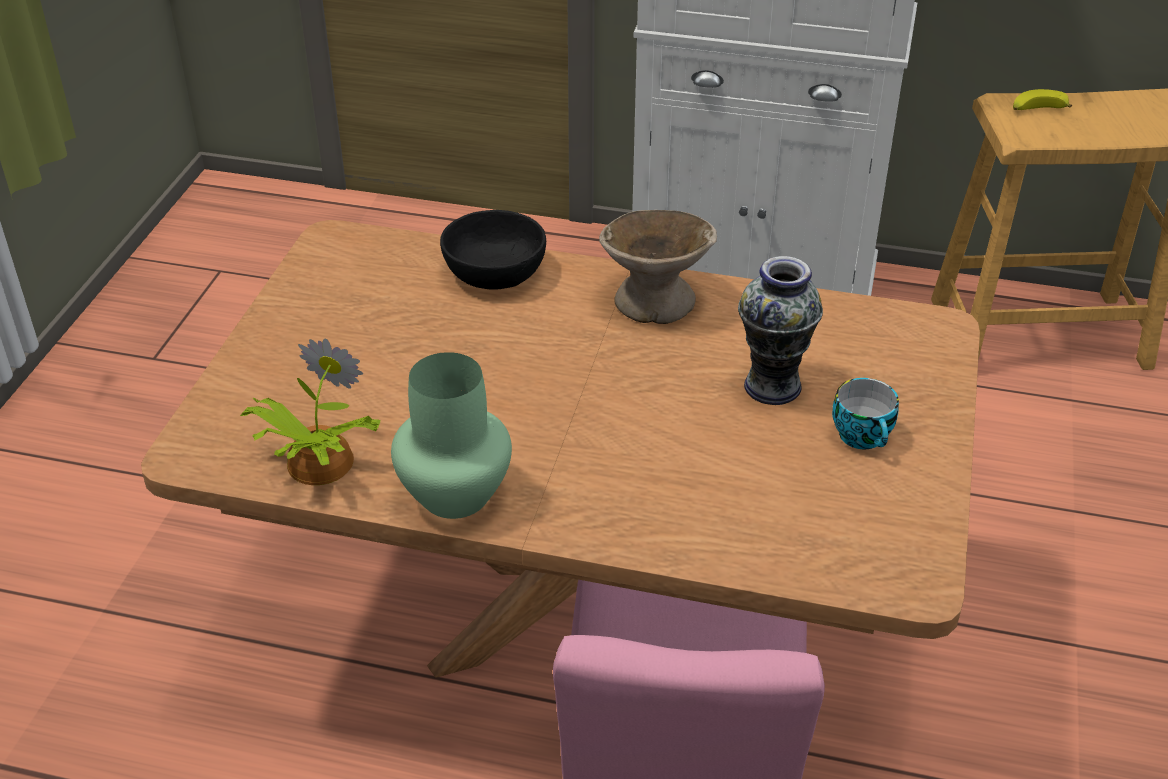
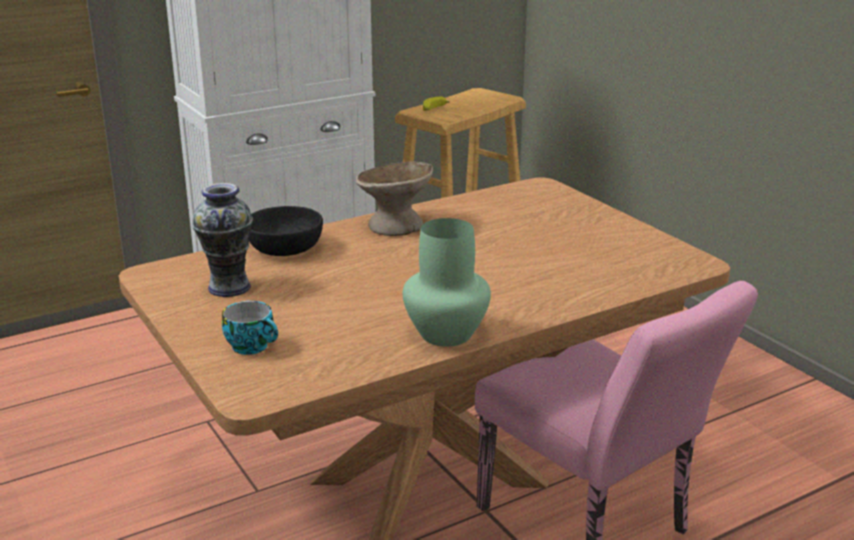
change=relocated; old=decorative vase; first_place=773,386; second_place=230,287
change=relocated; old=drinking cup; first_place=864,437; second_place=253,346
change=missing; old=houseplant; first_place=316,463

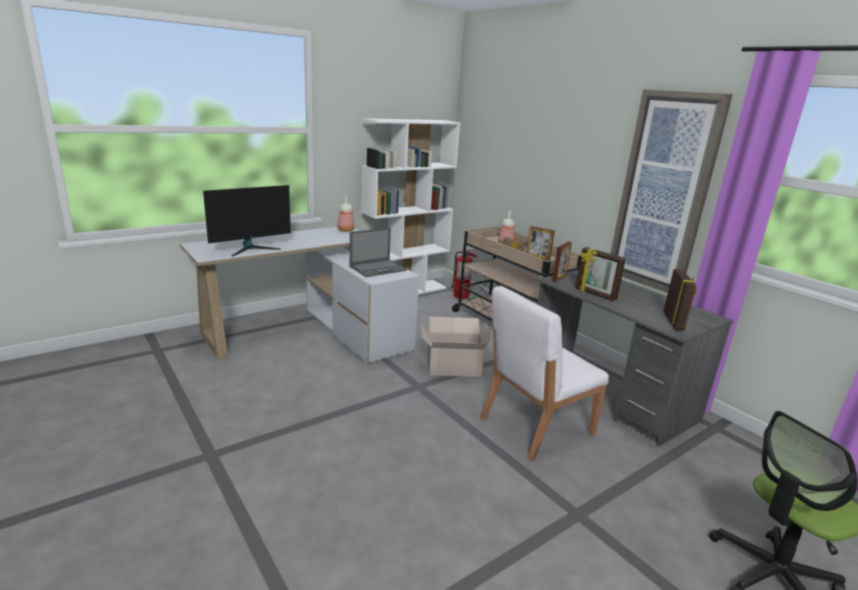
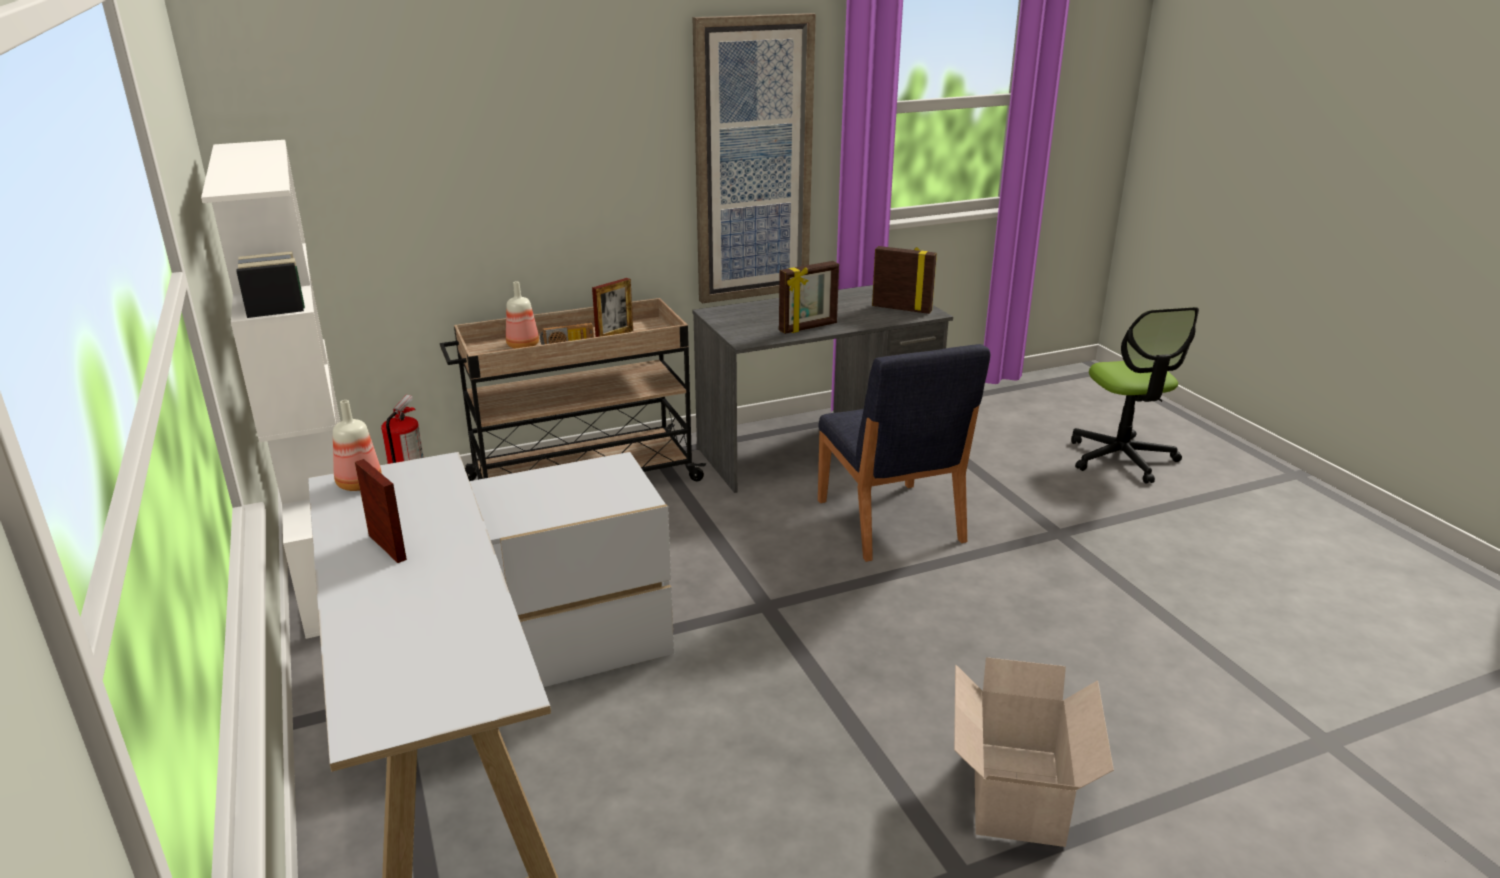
change=relocated; old=photo frame; first_place=559,278; second_place=387,547
change=colour; old=white-coloured plain chair; new=blue plain chair; first_place=535,426; second_place=889,522
change=relocated; old=carton; first_place=451,366; second_place=1016,796
change=missing; old=computer screen; first_place=251,249
change=missing; old=laptop; first_place=378,268

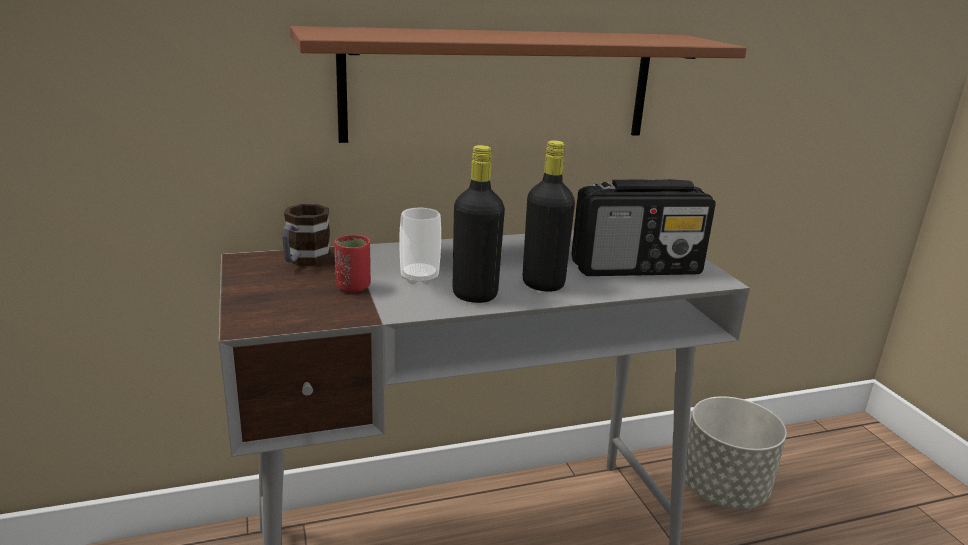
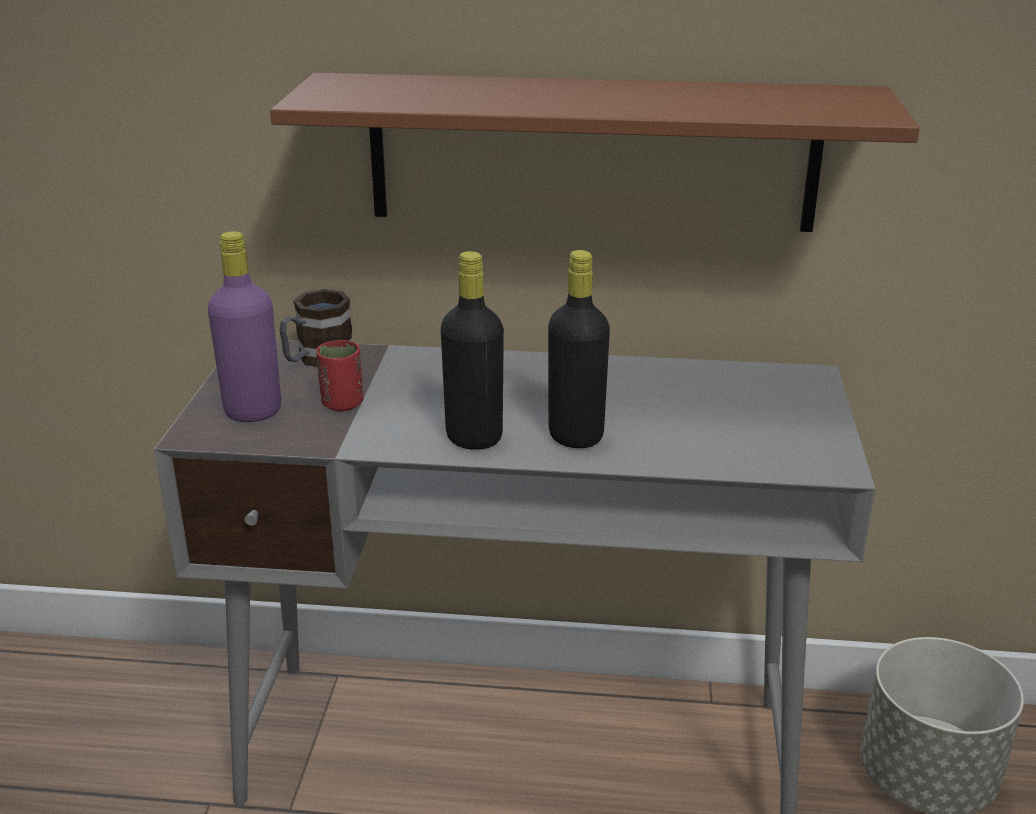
change=appeared; new=purple beverage bottle; second_place=253,412
change=missing; old=drinking cup; first_place=419,278
change=missing; old=radio set; first_place=637,268

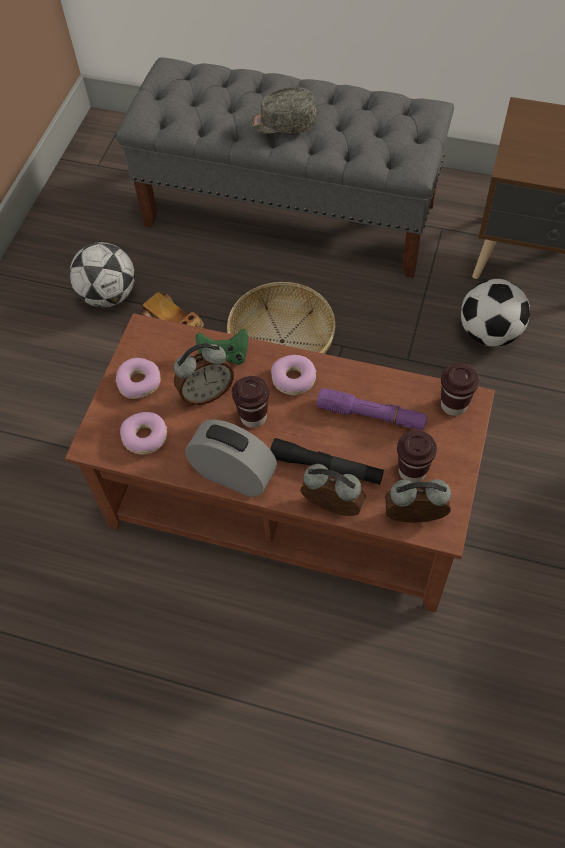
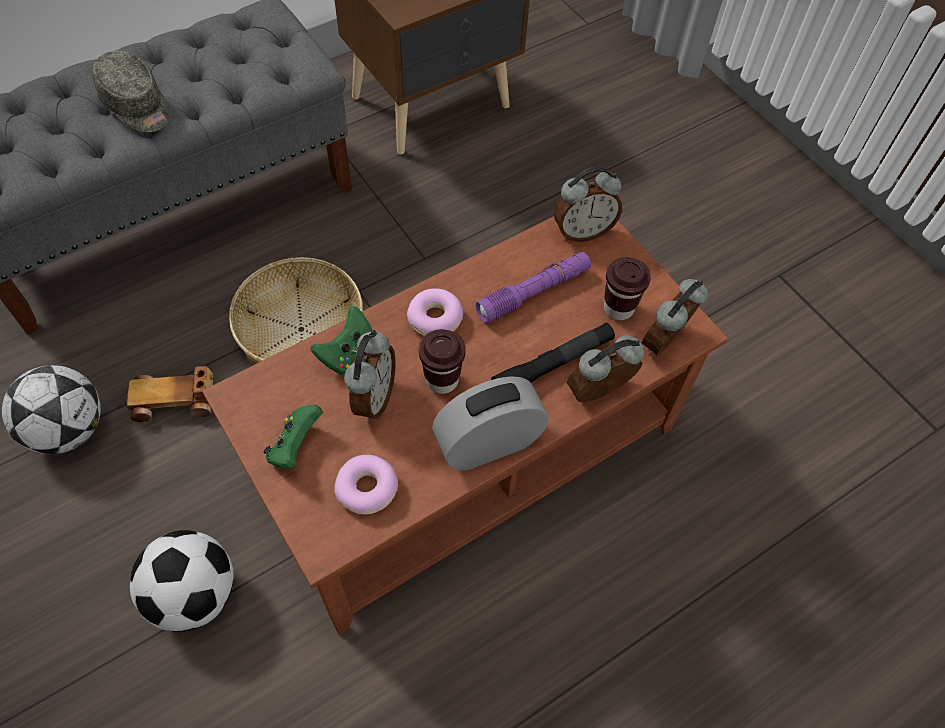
change=spun; old=gray cap; first_place=283,123; second_place=137,106; degrees=-90
change=relocated; old=football; first_place=489,333; second_place=195,594
change=exchanged; old=donut; new=green-coloured game controller; first_place=139,382; second_place=295,446
change=exchanged; old=brownish drinking cup; new=table clock; first_place=453,405; second_place=582,231

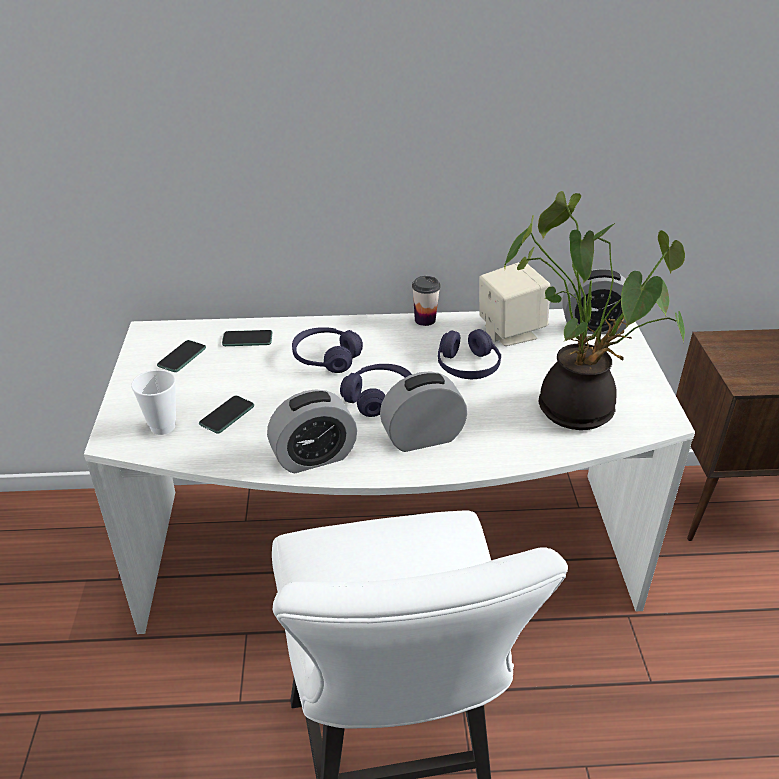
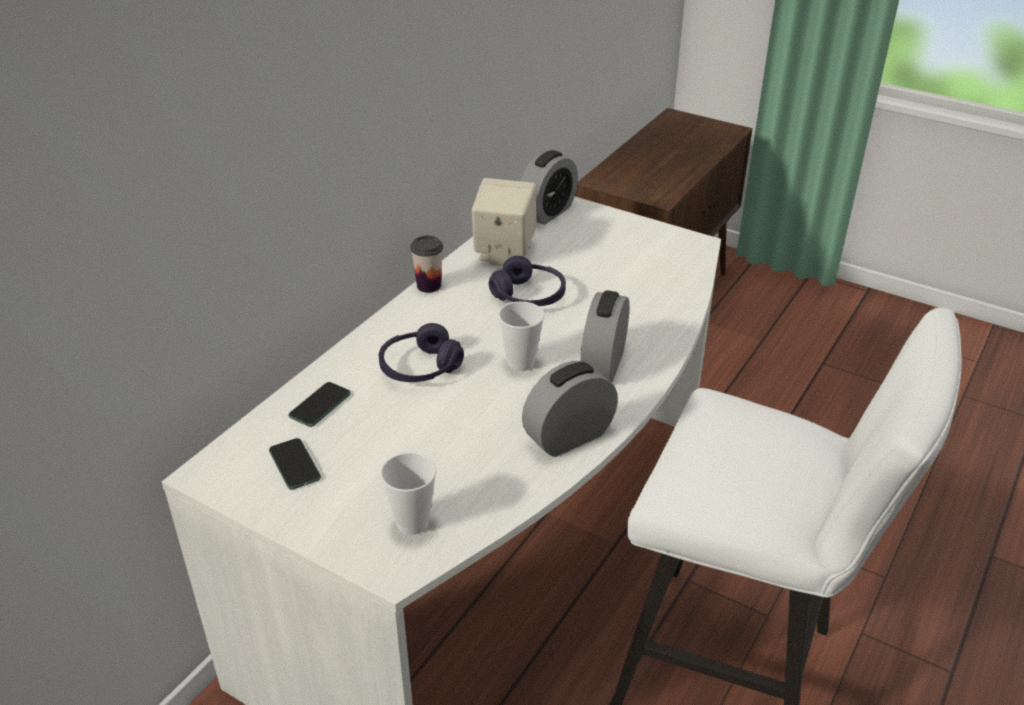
change=exchanged; old=purple headset; new=drinking cup; first_place=379,398; second_place=520,363
change=spun; old=table clock; first_place=314,457; second_place=569,437; degrees=-135
change=missing; old=handset; first_place=227,415
change=missing; old=houseplant; first_place=579,406

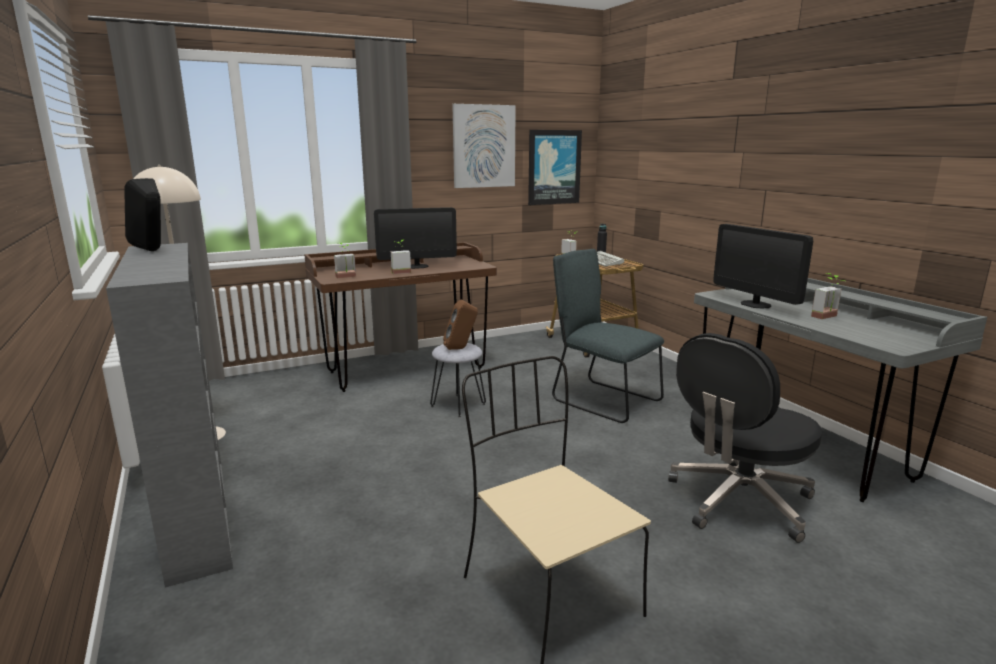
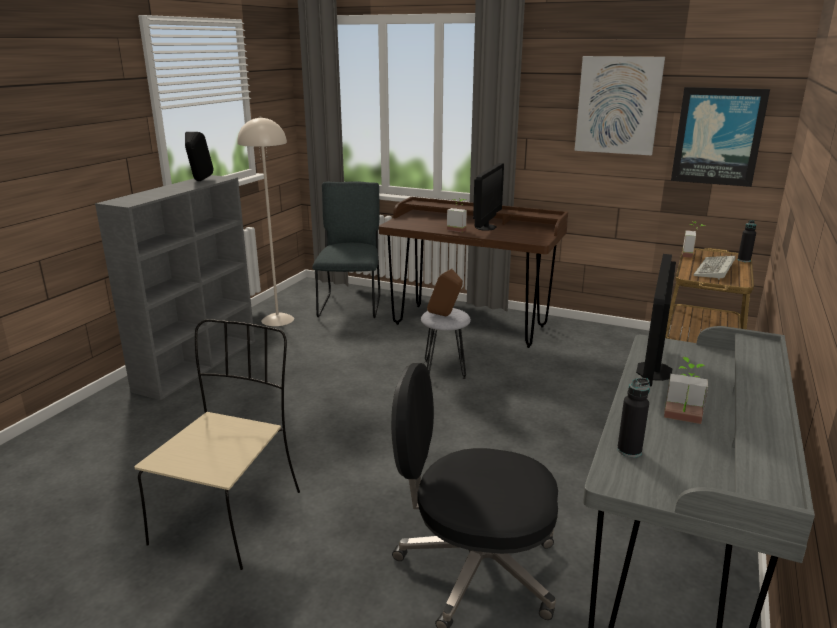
change=relocated; old=gray plain chair; first_place=602,399; second_place=351,304
change=spun; old=computer screen; first_place=417,266; second_place=486,227; degrees=-105
change=appeared; new=black beverage bottle; second_place=629,451
change=missing; old=houseplant; first_place=346,277

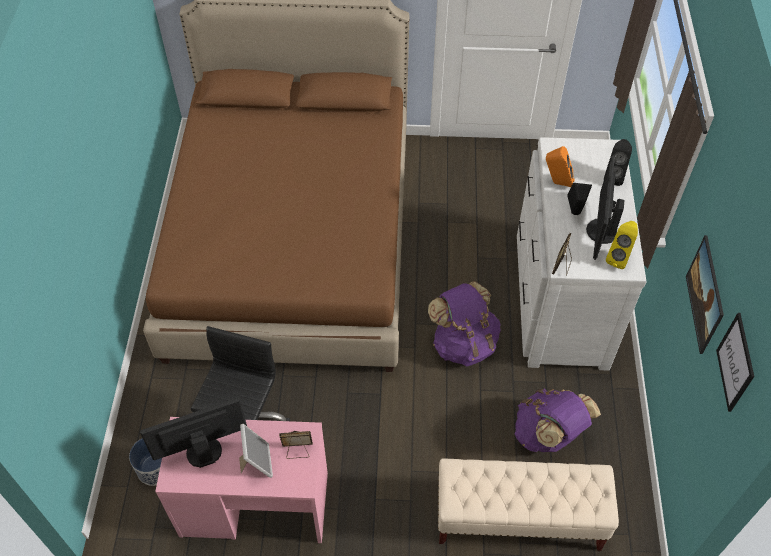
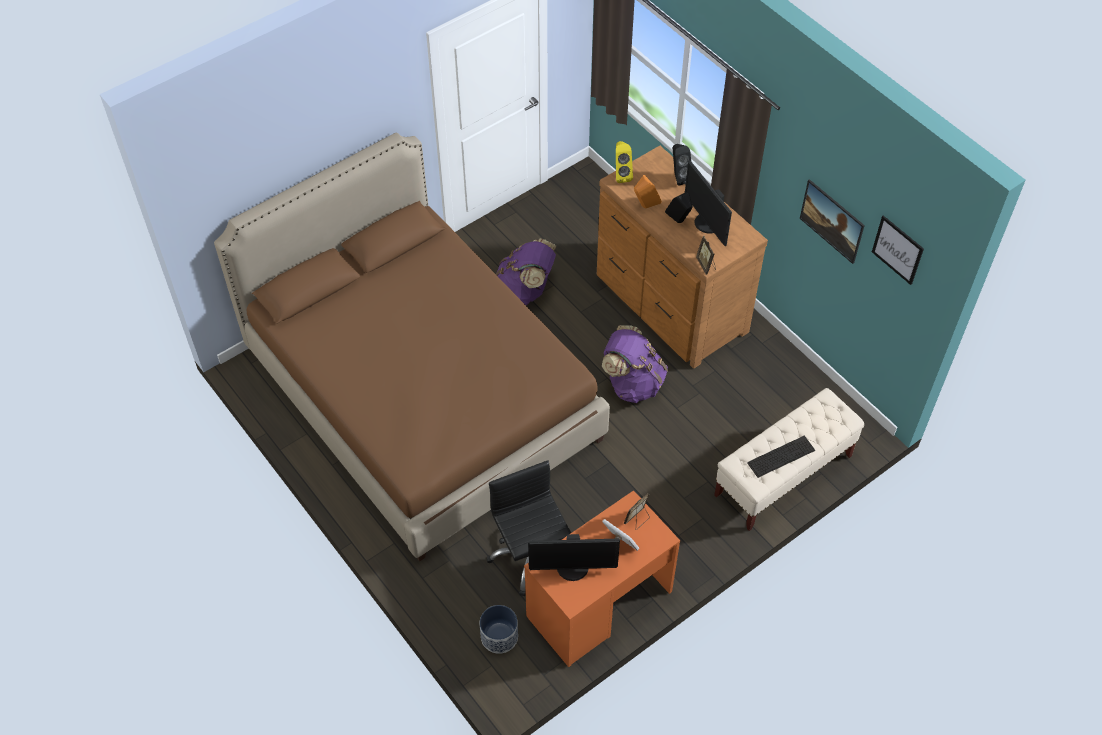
change=relocated; old=purple backpack; first_place=548,435; second_place=526,291
change=colour; old=pink desk; new=orangey desk; first_place=254,505; second_place=599,604
change=spun; old=computer screen; first_place=203,450; second_place=572,568; degrees=-120
change=colour; old=white-coloured drawer chest; new=brownish drawer chest; first_place=559,300; second_place=669,304
change=relocated; old=yellow audio speaker; first_place=619,258; second_place=621,175
change=appeared; new=keyboard; second_place=781,456

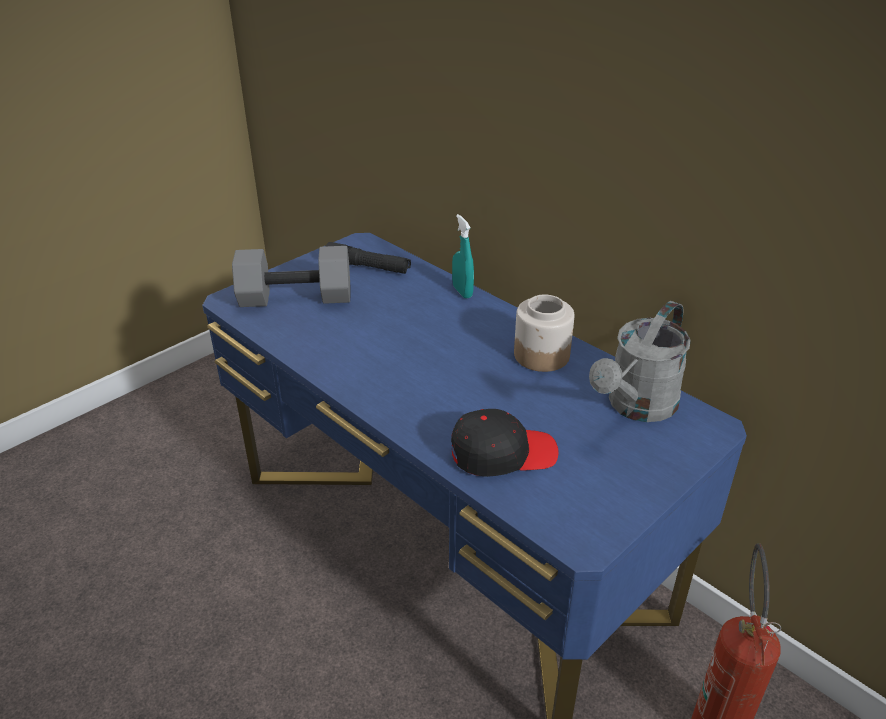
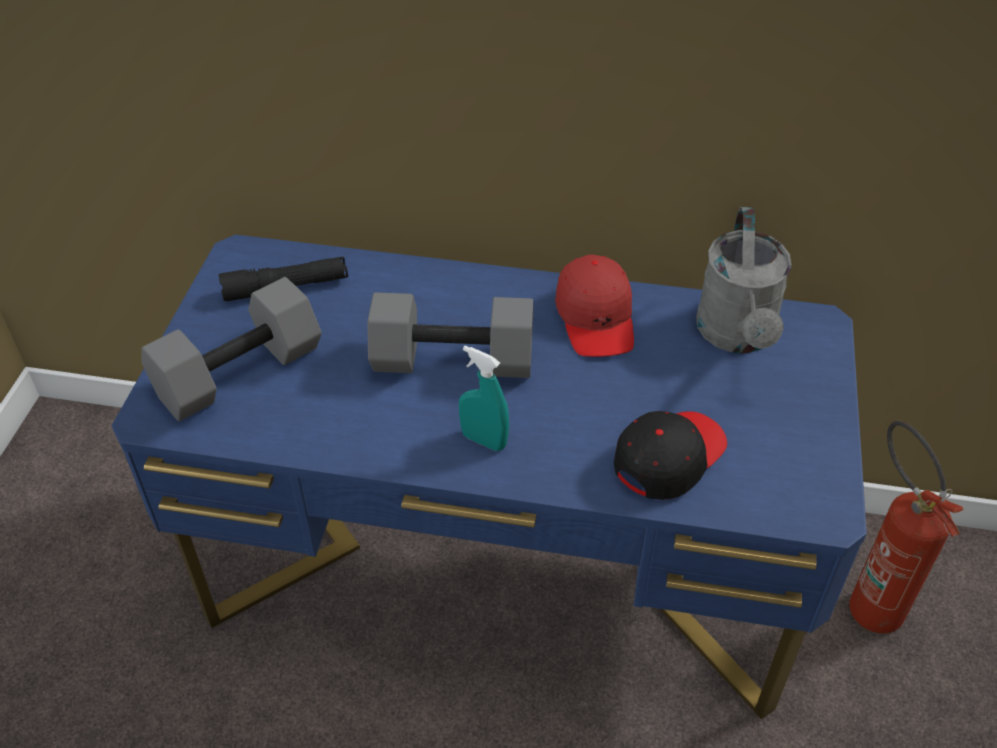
change=appeared; new=gray hand weight; second_place=451,362
change=relocated; old=turquoise-coloured hand sprayer; first_place=462,292; second_place=484,440
change=exchanged; old=storage jar; new=red cap; first_place=542,355; second_place=596,318

